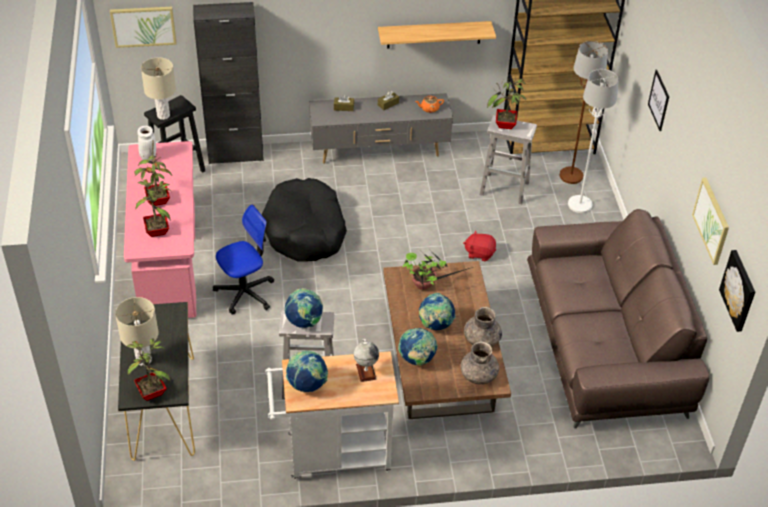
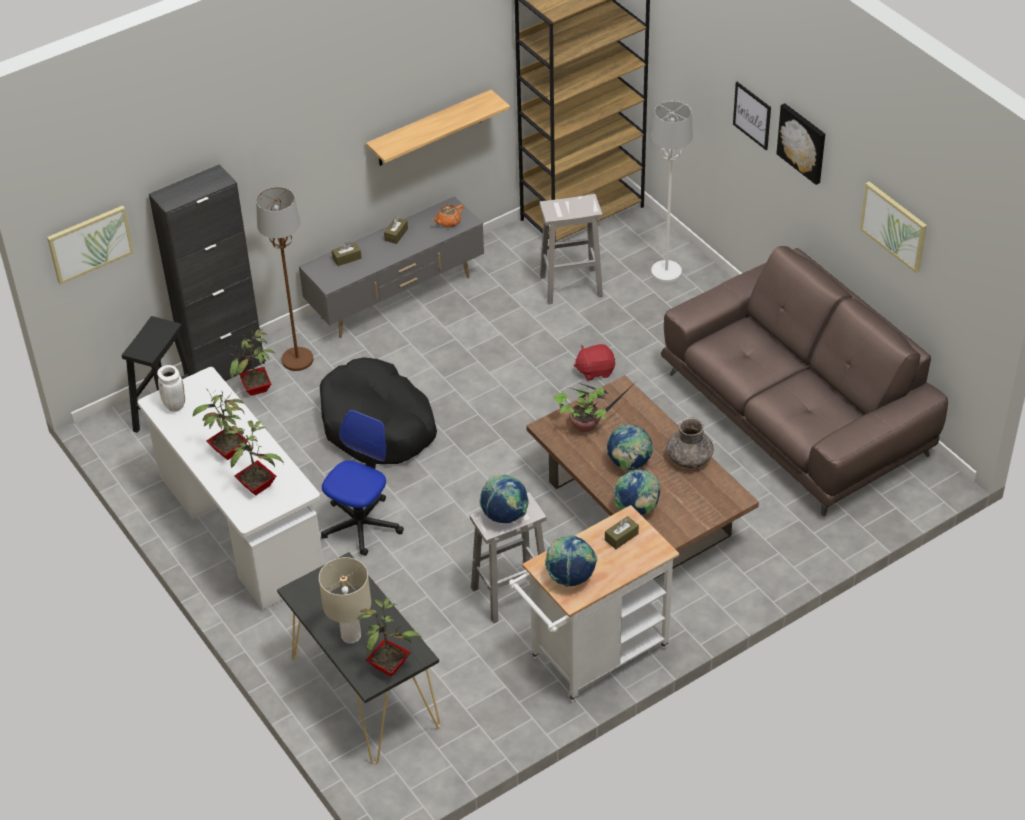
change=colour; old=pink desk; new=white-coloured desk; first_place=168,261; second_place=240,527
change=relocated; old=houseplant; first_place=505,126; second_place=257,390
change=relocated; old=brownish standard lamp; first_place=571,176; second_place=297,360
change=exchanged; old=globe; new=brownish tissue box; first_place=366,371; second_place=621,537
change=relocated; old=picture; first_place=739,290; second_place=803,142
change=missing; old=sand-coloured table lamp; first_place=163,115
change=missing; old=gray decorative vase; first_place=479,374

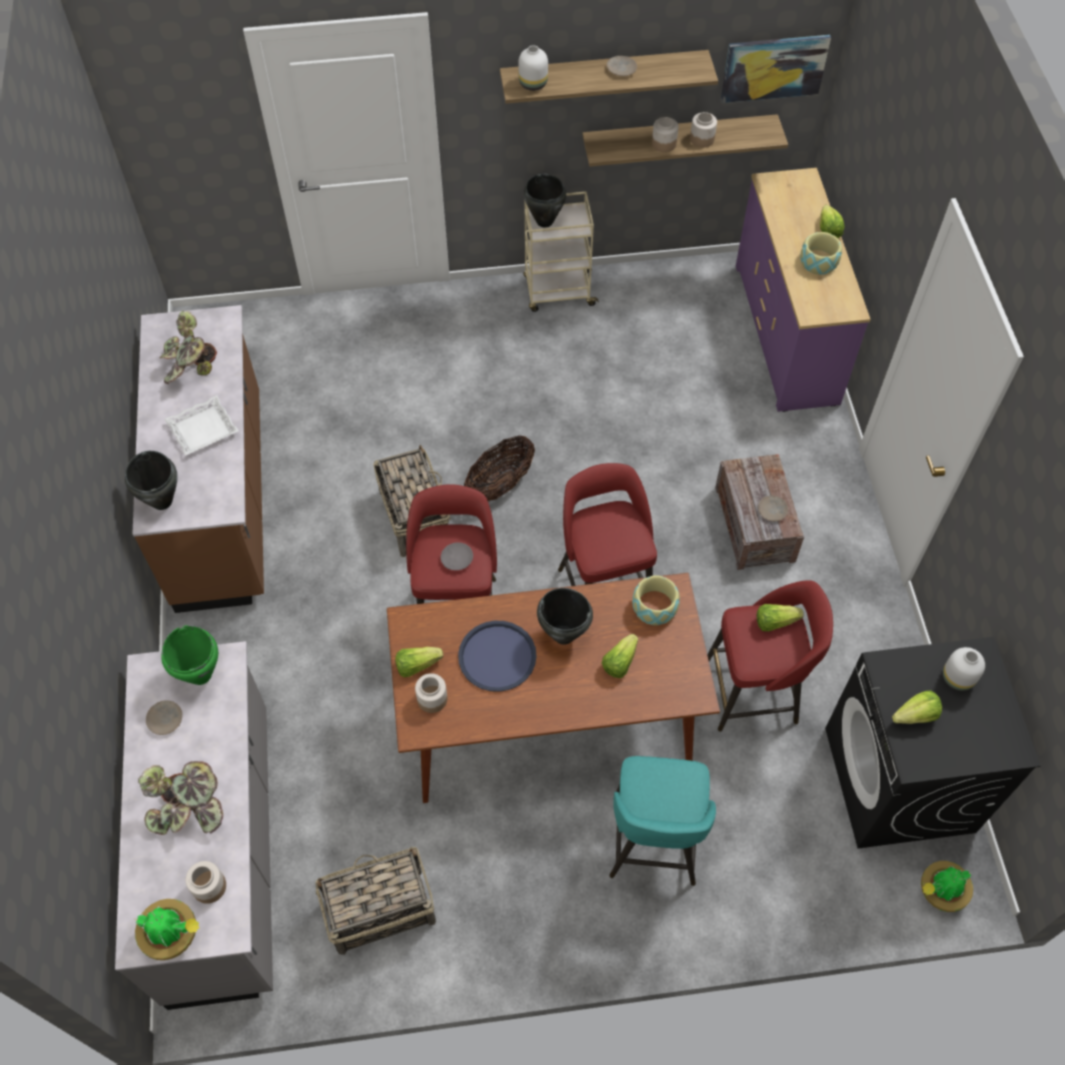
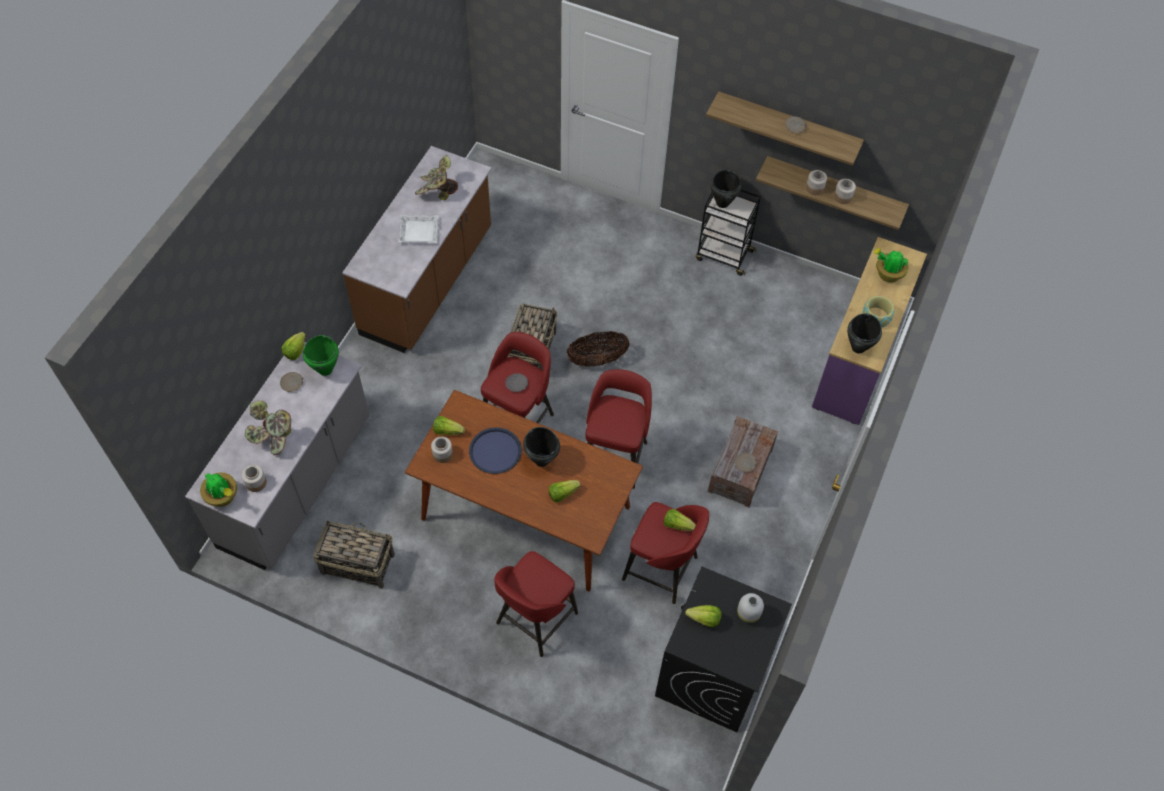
change=relocated; old=head of lettuce; first_place=828,230; second_place=295,351
change=colour; old=turquoise-coloured stool; new=red stool; first_place=653,843; second_place=535,620
change=colour; old=sand-coloured cart; new=black cart; first_place=558,292; second_place=723,255
change=relocated; old=black cooking pot; first_place=162,501; second_place=858,347
change=relocated; old=houseplant; first_place=939,893; second_place=887,274
change=missing; old=white-coloured decorative vase; first_place=532,84
change=missing; old=bowl; first_place=655,607
change=missing; old=picture; first_place=774,67

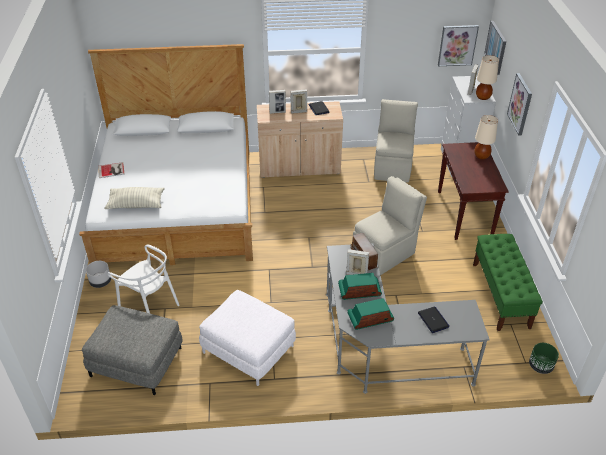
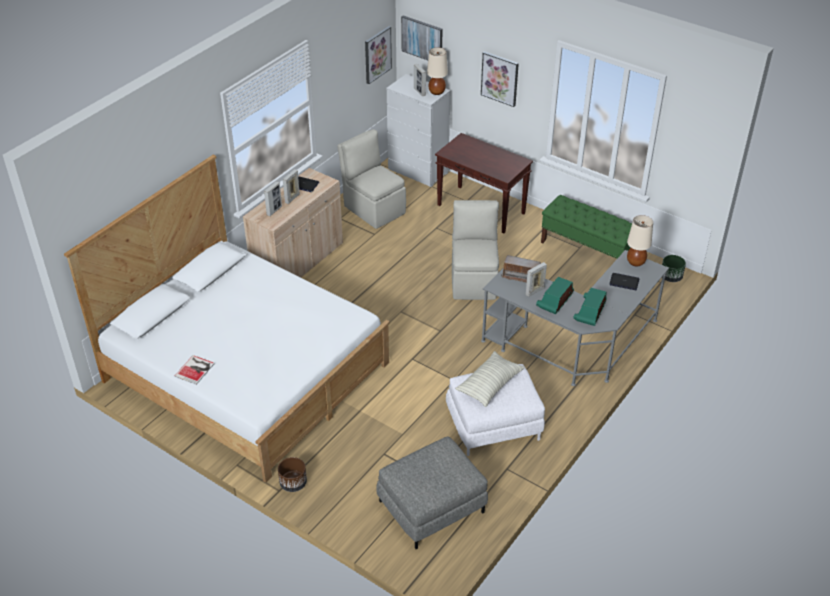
change=colour; old=gray flower pot; new=brownish flower pot; first_place=100,282; second_place=293,483
change=relocated; old=pillow; first_place=136,204; second_place=489,385
change=relocated; old=sand-coloured table lamp; first_place=481,156; second_place=636,262
change=missing; old=white-coloured plain chair; first_place=149,305

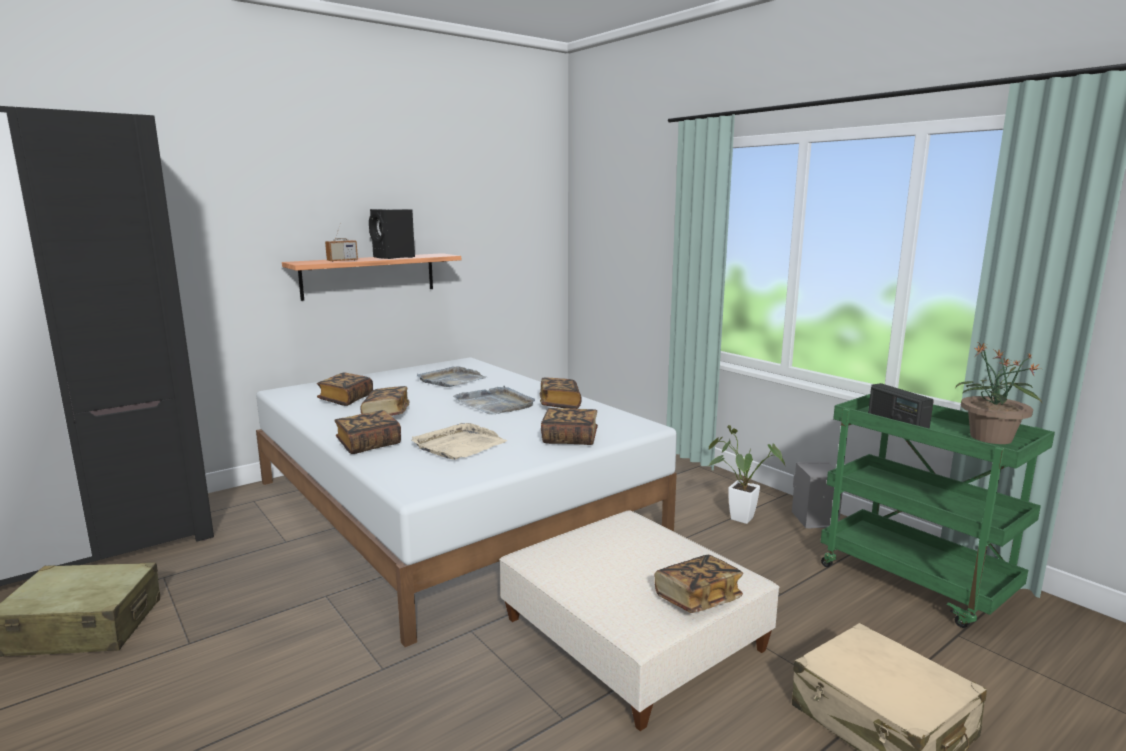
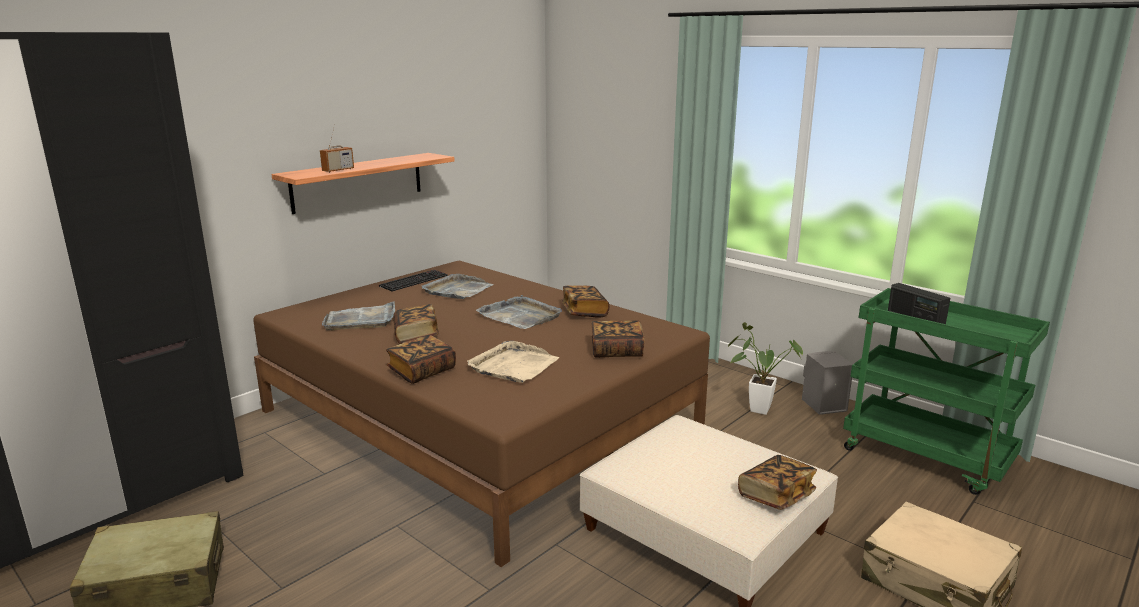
change=colour; old=white-coloured bed; new=brownish bed; first_place=451,506; second_place=478,420
change=exchanged; old=book; new=gray carrying tray; first_place=346,399; second_place=361,320
change=appeared; new=keyboard; second_place=414,280
change=missing; old=black audio speaker; first_place=394,257
change=missing; old=houseplant; first_place=990,438

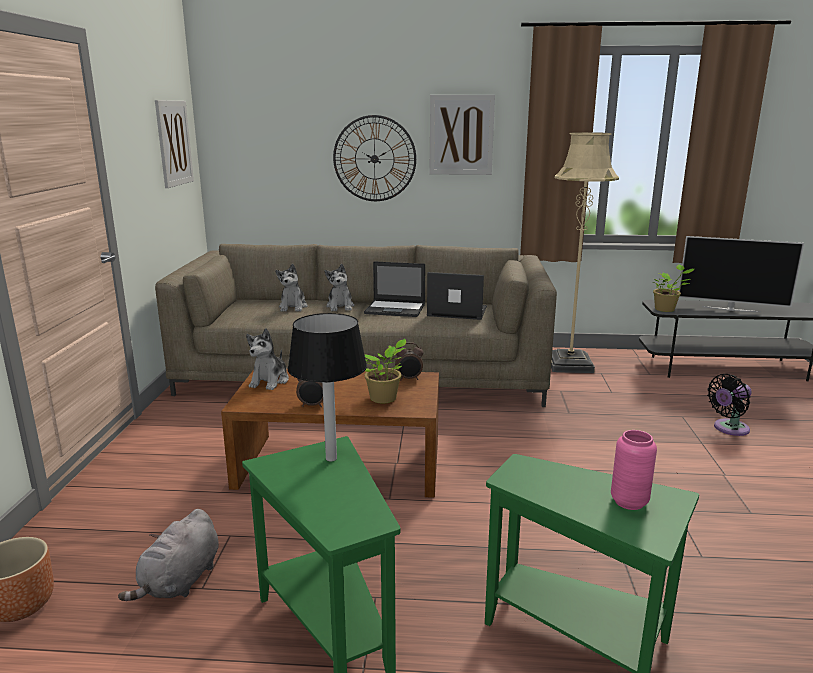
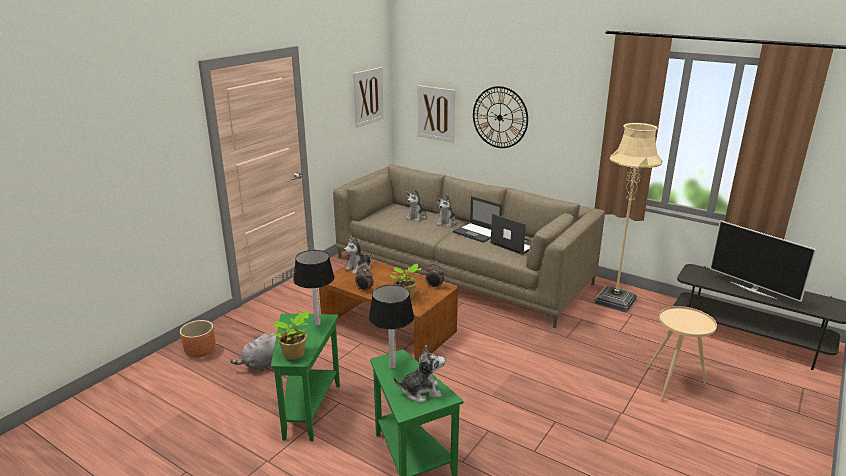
change=relocated; old=houseplant; first_place=666,309; second_place=295,355
change=appeared; new=table lamp; second_place=393,366
change=exchanged; old=pink decorative vase; new=plush toy; first_place=629,502; second_place=421,391
change=relocated; old=picture; first_place=461,135; second_place=436,113
change=exchanged; old=black cooling fan; new=sand-coloured end table; first_place=728,429; second_place=674,384

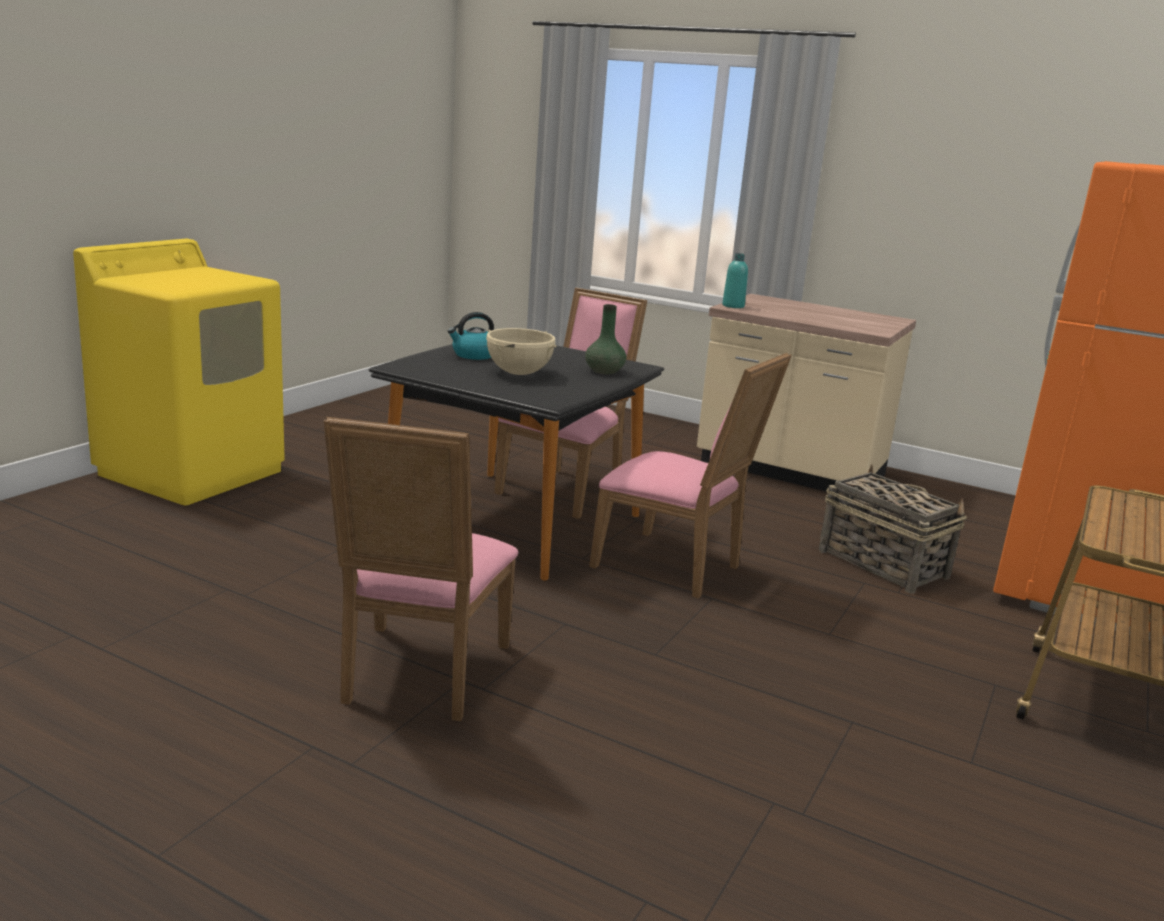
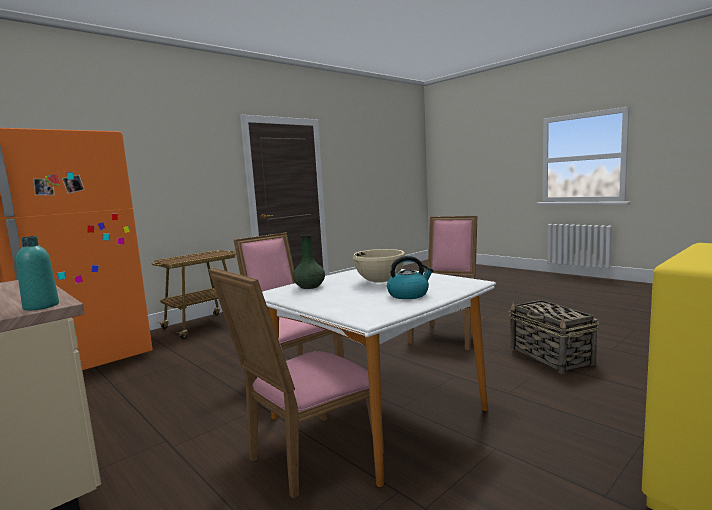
change=colour; old=black dining table; new=white-coloured dining table; first_place=515,521; second_place=377,414
change=relocated; old=basket; first_place=881,563; second_place=551,357

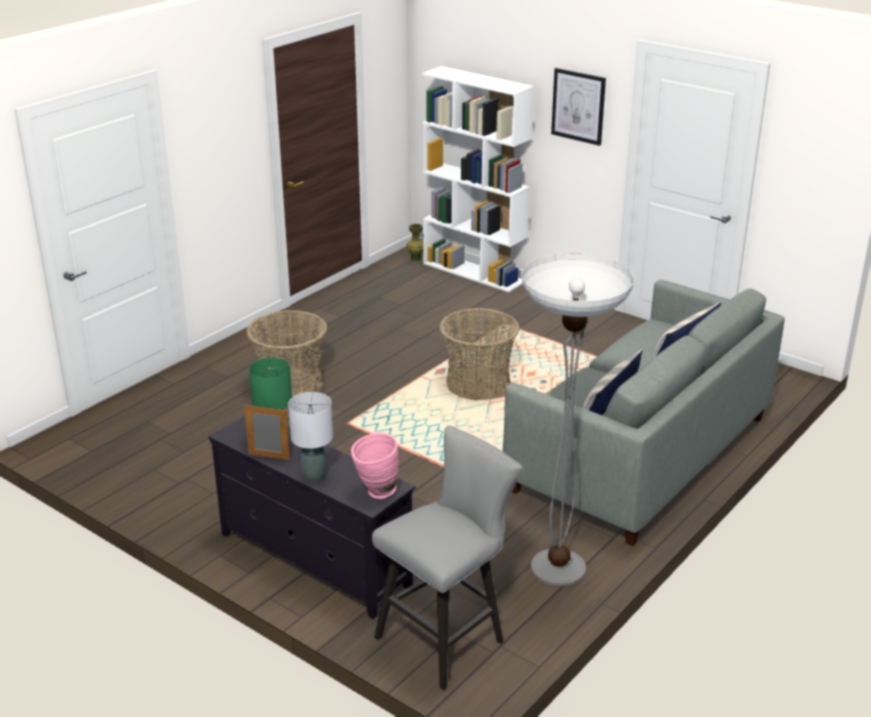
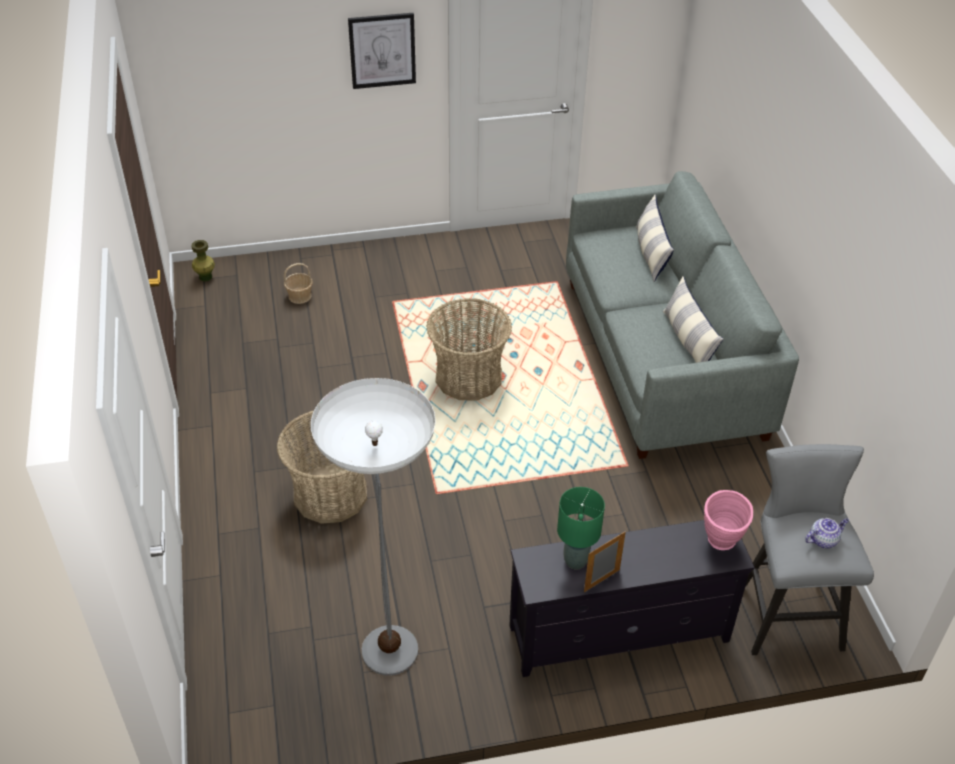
change=appeared; new=basket; second_place=300,296
change=relocated; old=standard lamp; first_place=558,568; second_place=390,650
change=appeared; new=tea pot; second_place=823,540
change=missing; old=gray table lamp; first_place=314,476
change=missing; old=white-coloured shelving unit; first_place=474,272

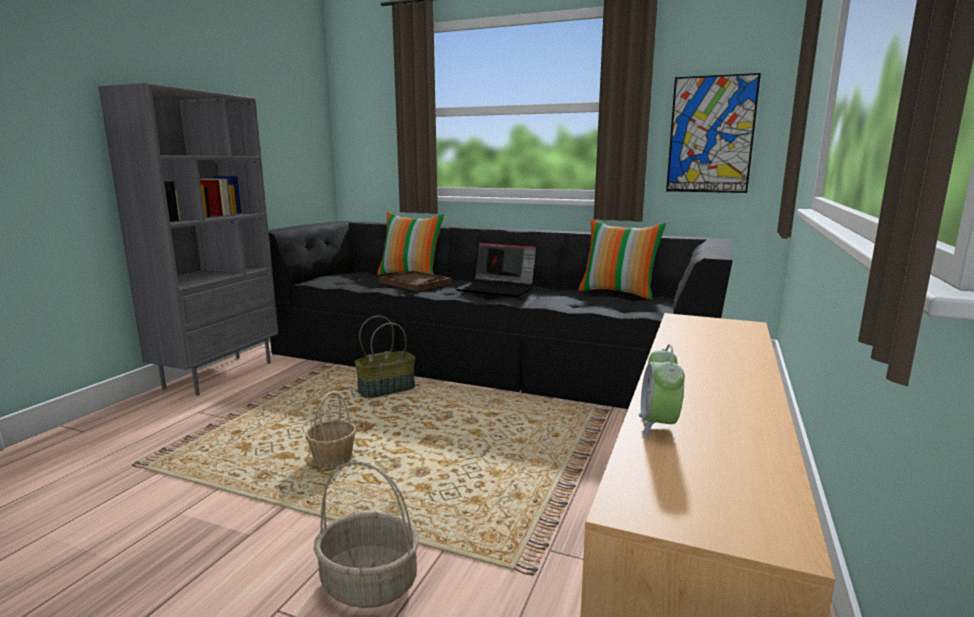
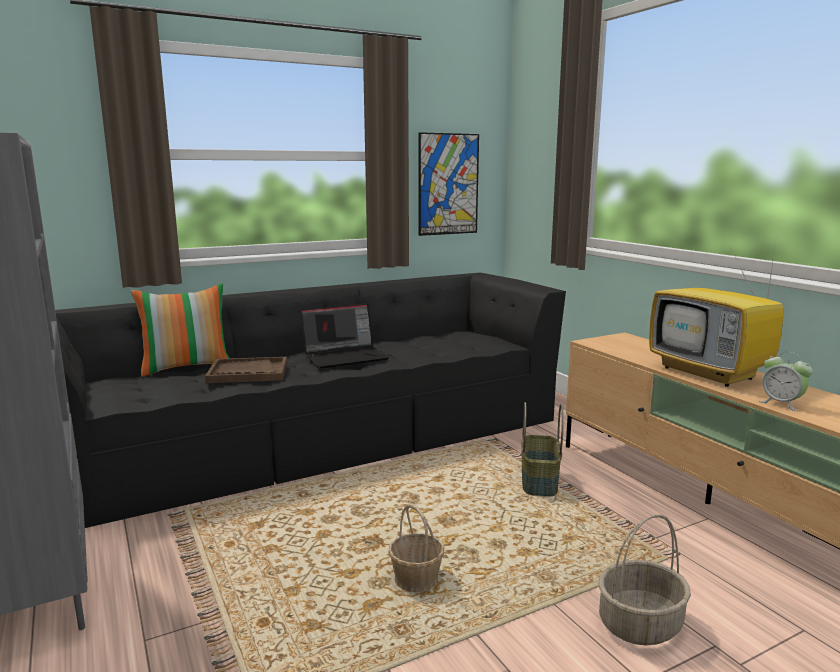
change=relocated; old=basket; first_place=386,389; second_place=538,481
change=appeared; new=television; second_place=711,373
change=missing; old=pillow; first_place=618,293

